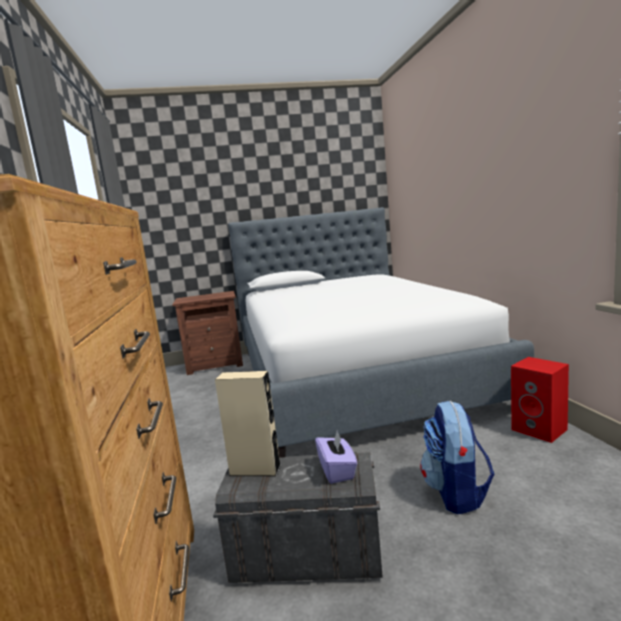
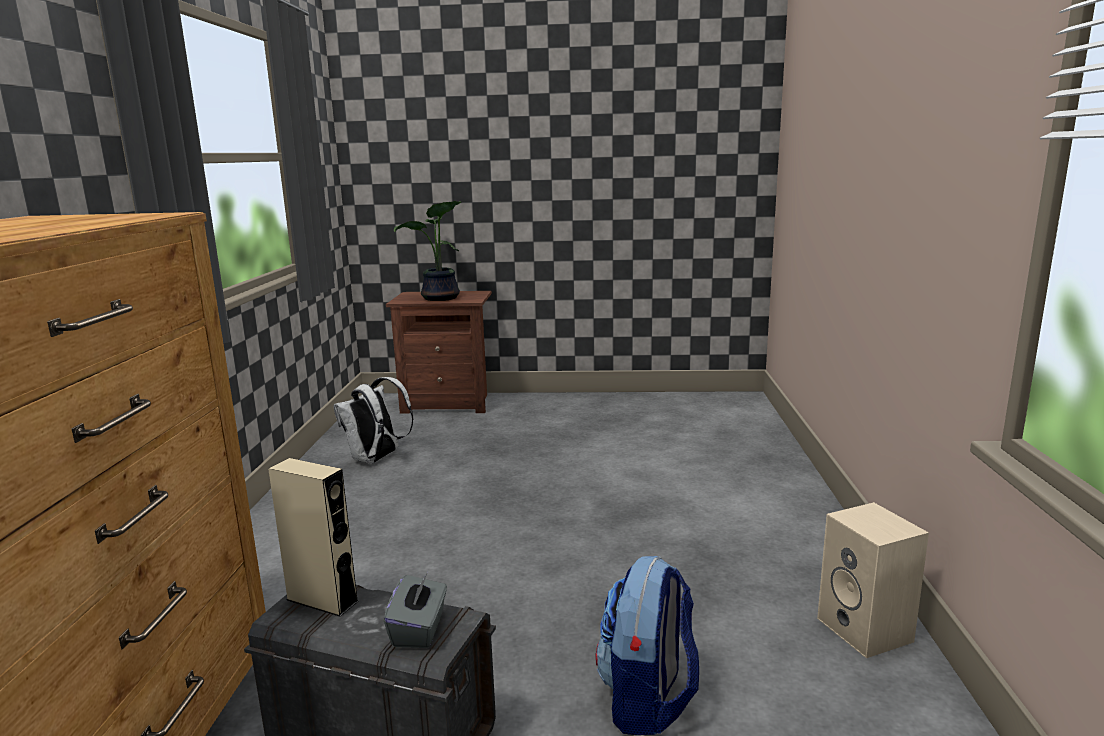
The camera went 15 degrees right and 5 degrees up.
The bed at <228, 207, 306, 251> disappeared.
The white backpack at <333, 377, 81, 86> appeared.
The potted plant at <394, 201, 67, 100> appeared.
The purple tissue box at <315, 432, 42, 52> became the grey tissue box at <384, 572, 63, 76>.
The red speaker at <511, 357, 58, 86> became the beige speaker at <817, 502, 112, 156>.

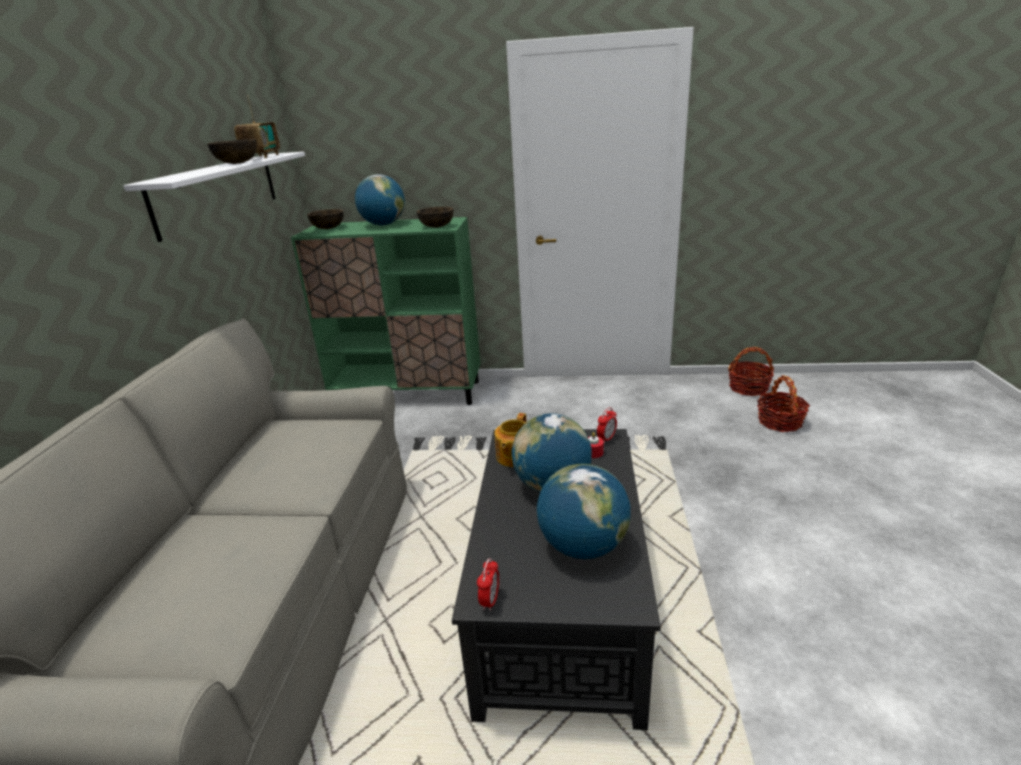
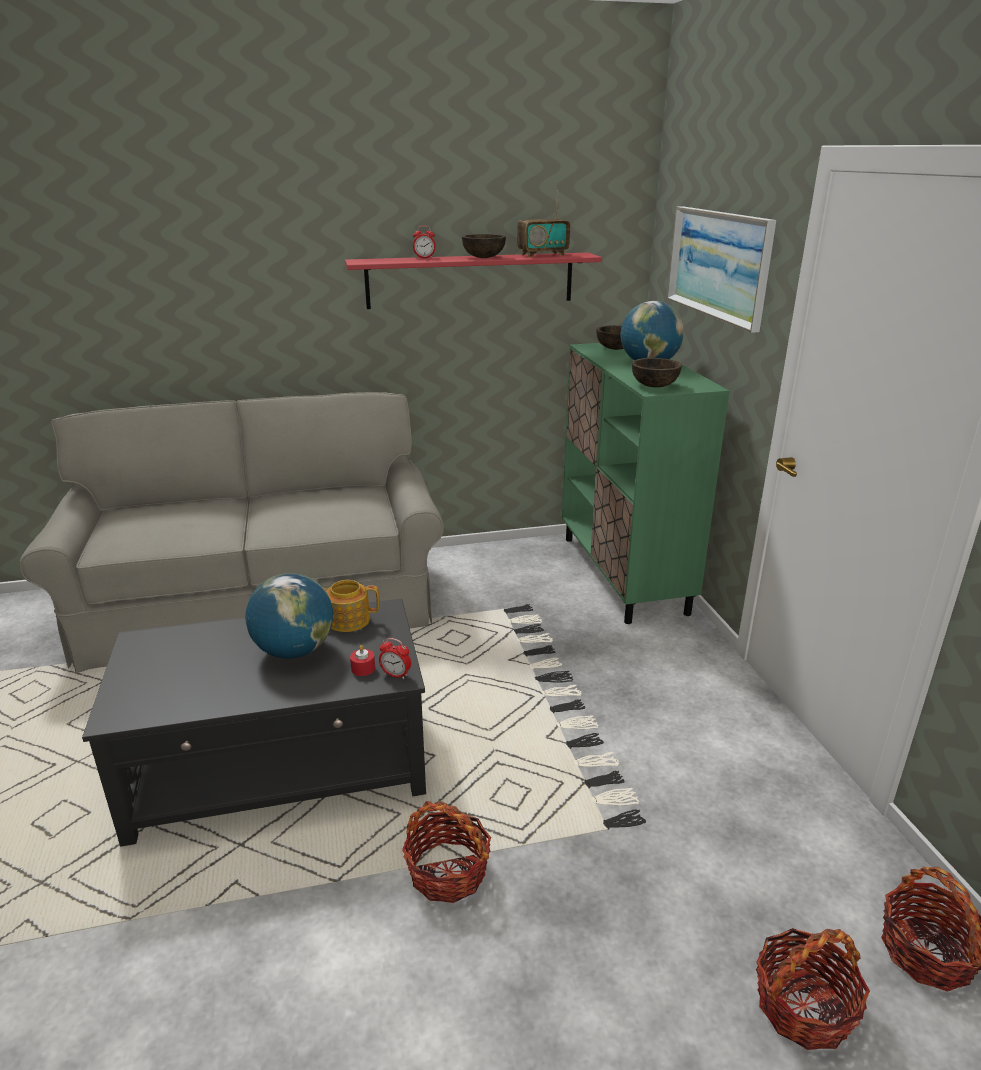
The camera went 70 degrees right and 0 degrees up.
The globe at <537, 464, 94, 95> disappeared.
The basket at <402, 801, 89, 102> appeared.
The picture at <667, 206, 109, 127> appeared.
The alarm clock moved from <477, 558, 22, 53> to <413, 226, 23, 32>.
The white shelf at <123, 152, 182, 90> became the red shelf at <345, 253, 257, 56>.

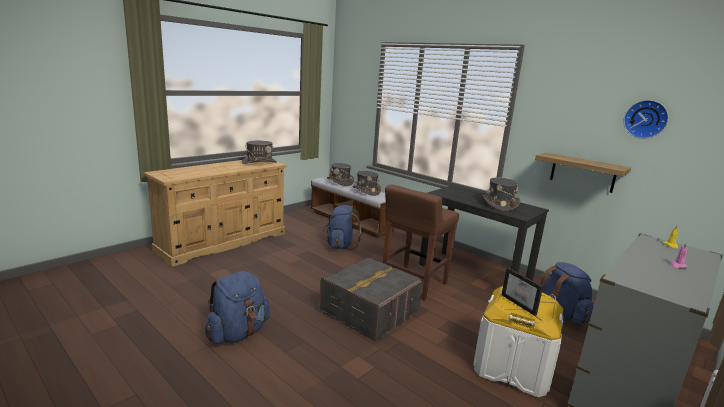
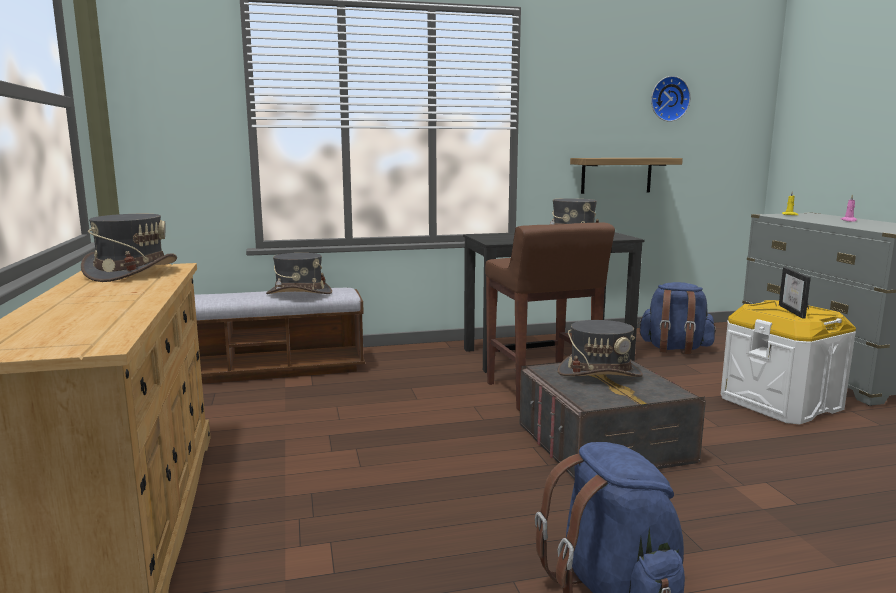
The camera went 55 degrees left and 5 degrees down.
The blue backpack at <324, 205, 38, 45> disappeared.
The grey hat moved from <327, 163, 27, 23> to <557, 320, 86, 57>.
The picture frame at <502, 268, 41, 48> turned 90 degrees clockwise.

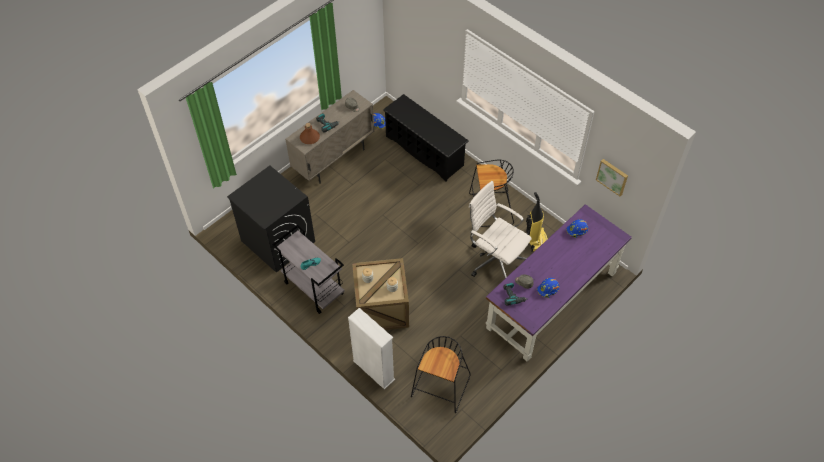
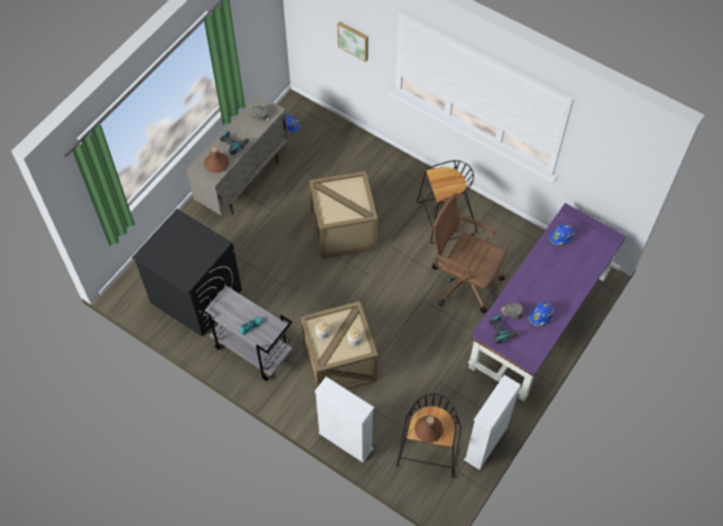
The camera went 10 degrees left and 5 degrees up.
The black shoe rack at <383, 94, 86, 88> disappeared.
The vacuum cleaner at <526, 192, 22, 60> disappeared.
The crate at <309, 171, 69, 88> appeared.
The brown bottle at <415, 416, 28, 27> appeared.
The white bookcase at <464, 375, 57, 95> appeared.
The picture moved from <596, 159, 32, 37> to <337, 22, 31, 40>.
The white office chair at <469, 181, 63, 97> became the brown office chair at <432, 193, 75, 120>.

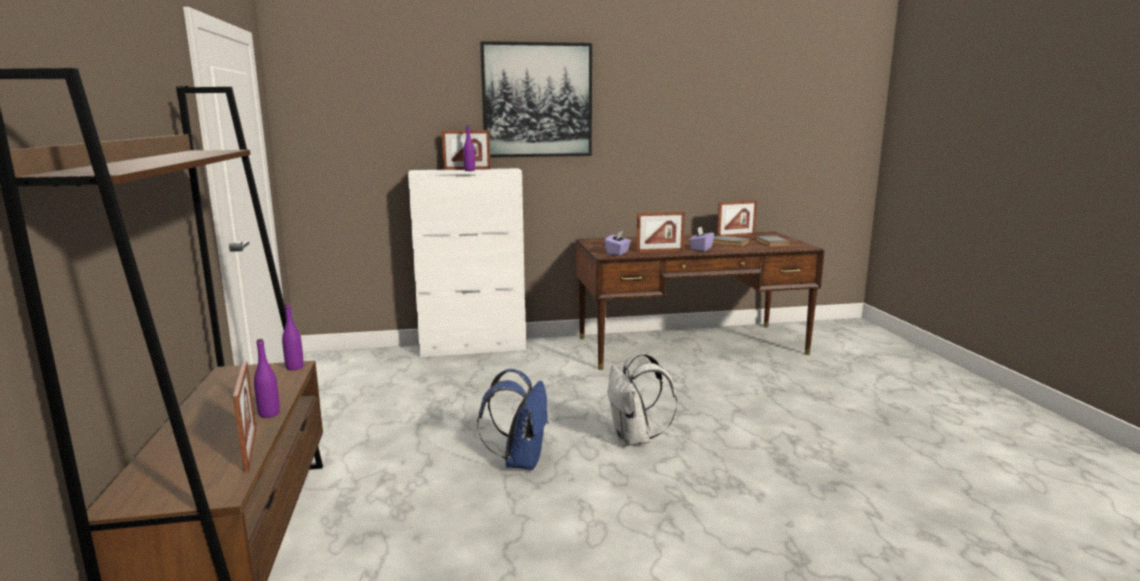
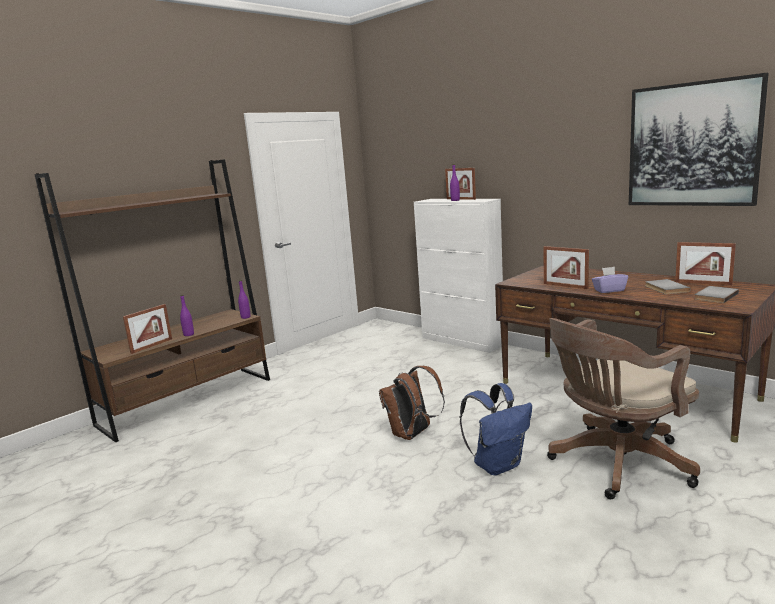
The camera went 55 degrees right and 0 degrees up.
The purple tissue box at <604, 230, 27, 26> disappeared.
The brown office chair at <547, 318, 153, 181> appeared.
The blue backpack moved from <477, 369, 71, 101> to <460, 383, 72, 93>.
The picture moved from <480, 41, 112, 117> to <629, 73, 140, 133>.
The white backpack at <607, 353, 70, 93> became the brown backpack at <379, 366, 66, 74>.

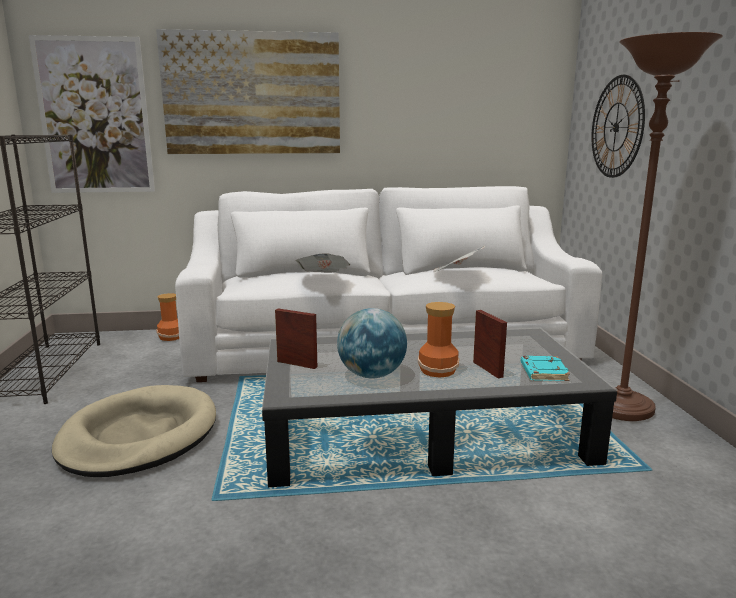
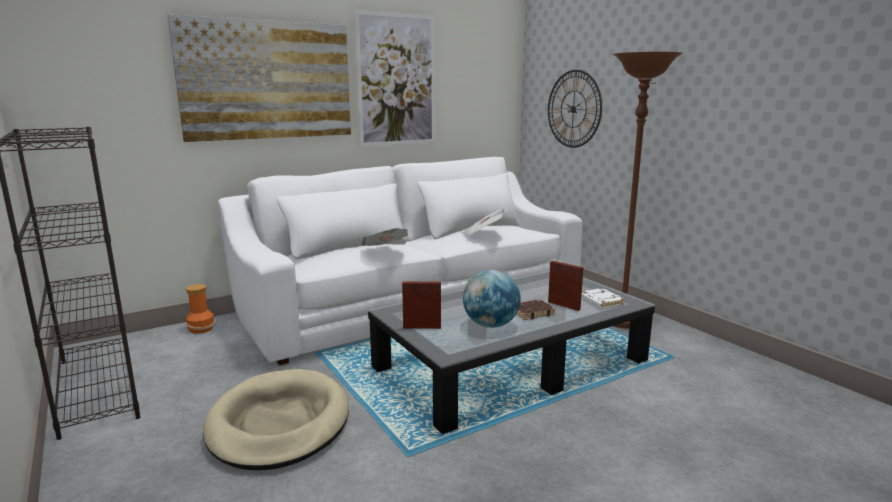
The camera went 25 degrees left and 0 degrees up.
The picture moved from <29, 35, 126, 158> to <354, 10, 81, 137>.
The vase at <418, 302, 41, 75> was replaced by the brown book at <517, 299, 39, 21>.
The turquoise book at <521, 356, 49, 25> became the white book at <581, 288, 43, 20>.

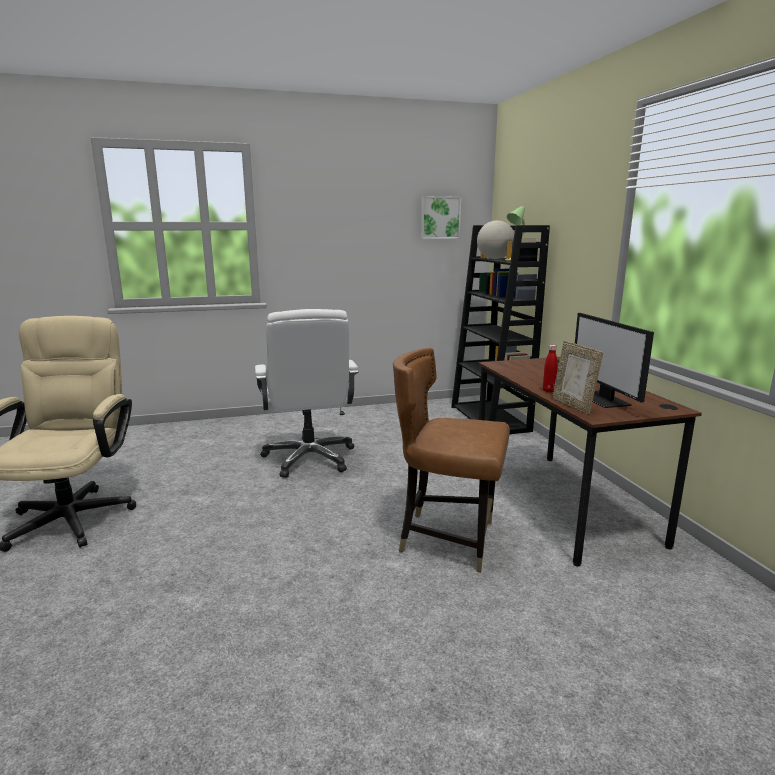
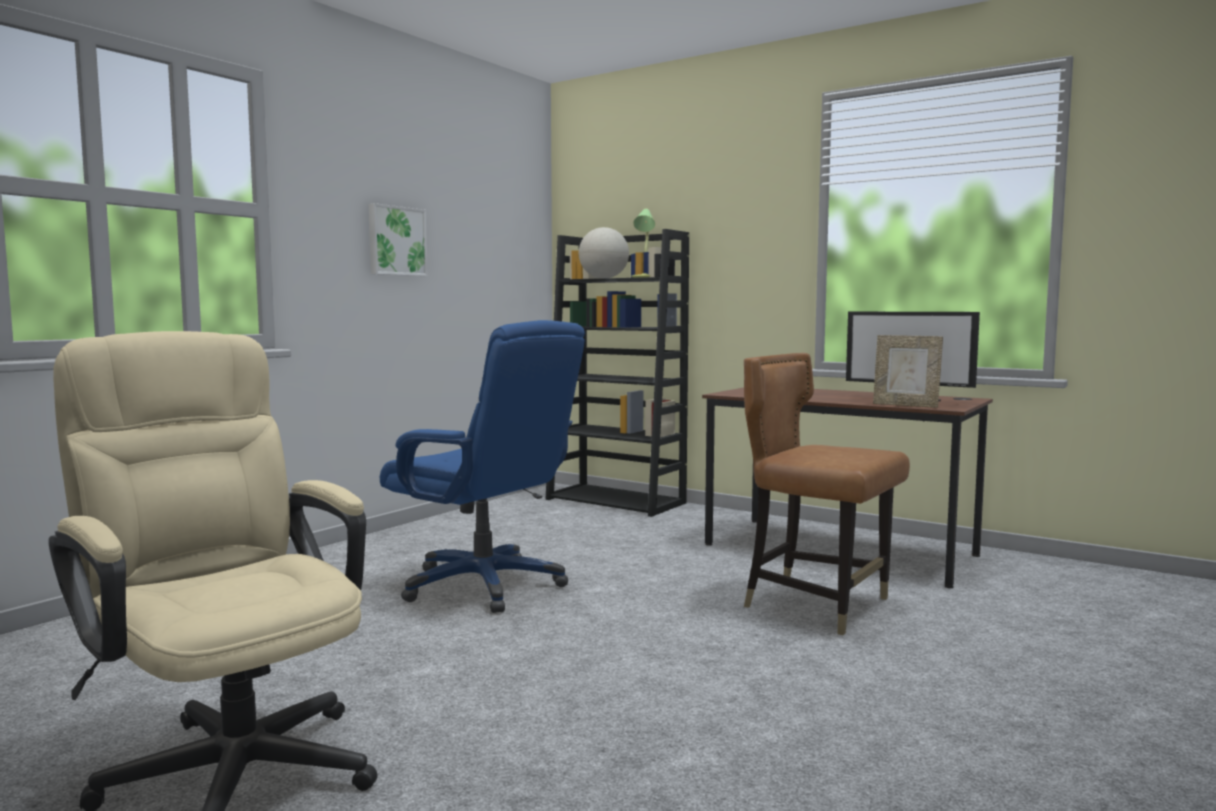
The camera went 40 degrees left and 10 degrees down.
The red bottle at <543, 345, 15, 48> disappeared.
The picture moved from <421, 196, 40, 43> to <369, 203, 59, 73>.
The white office chair at <255, 309, 104, 169> became the blue office chair at <380, 320, 205, 293>.
The brown chair at <393, 348, 117, 224> turned 60 degrees clockwise.

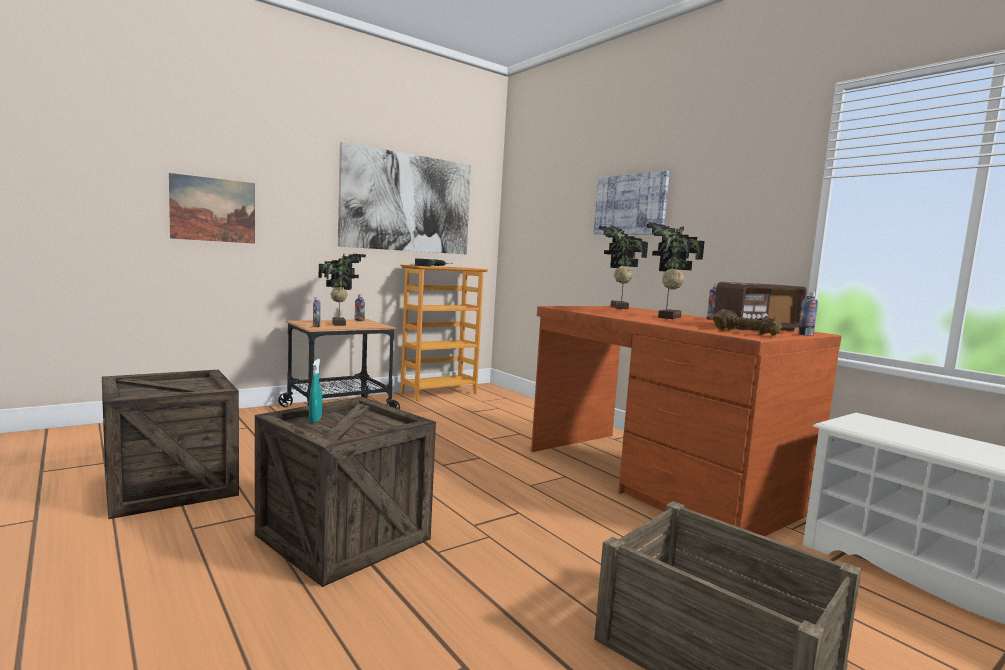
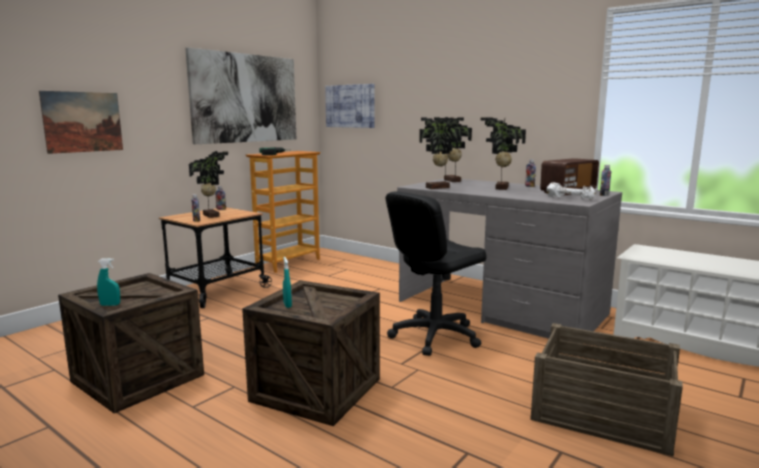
The camera went 15 degrees left and 5 degrees up.
The turquoise spray bottle at <97, 258, 23, 48> appeared.
The black office chair at <386, 192, 101, 164> appeared.
The potted plant at <419, 118, 45, 71> appeared.
The picture moved from <593, 171, 76, 64> to <325, 84, 50, 44>.
The brown desk at <531, 306, 310, 230> became the grey desk at <397, 179, 225, 164>.
The brown dumbbell at <713, 309, 69, 27> became the white dumbbell at <546, 182, 49, 18>.

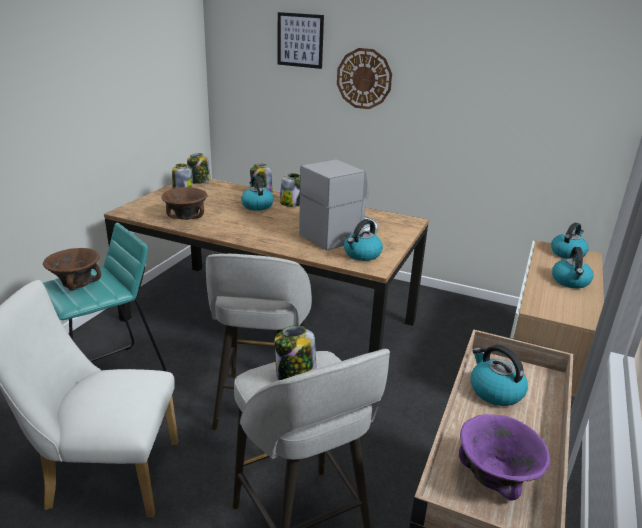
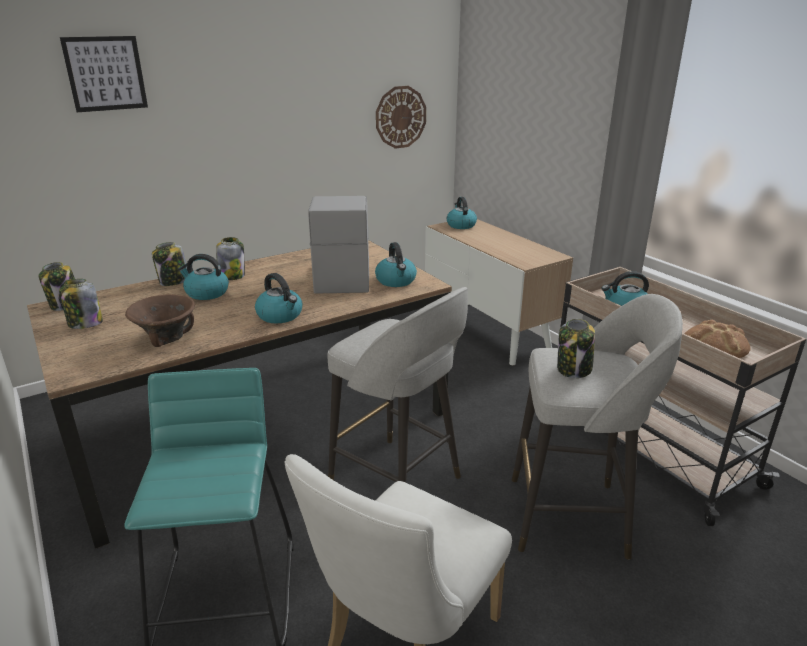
The camera went 55 degrees left and 0 degrees up.
The brown bowl at <43, 248, 58, 42> disappeared.
The wall clock moved from <337, 48, 55, 61> to <376, 86, 50, 63>.
The kettle moved from <552, 247, 42, 41> to <255, 273, 47, 50>.
The purple bowl at <459, 414, 91, 86> was replaced by the bread at <684, 319, 67, 39>.

